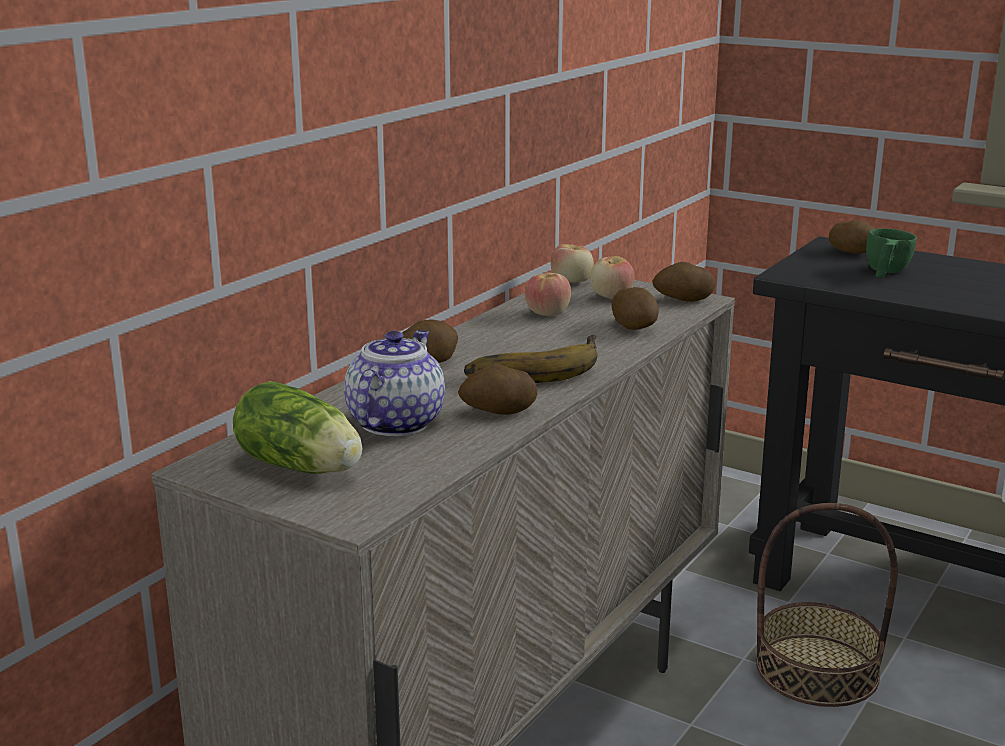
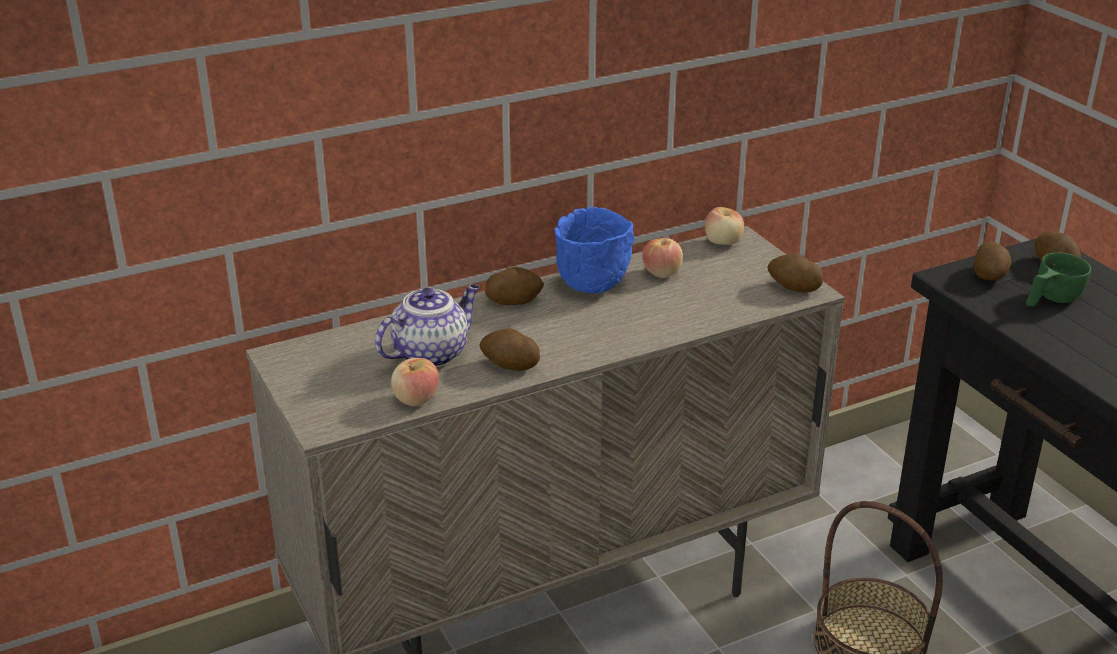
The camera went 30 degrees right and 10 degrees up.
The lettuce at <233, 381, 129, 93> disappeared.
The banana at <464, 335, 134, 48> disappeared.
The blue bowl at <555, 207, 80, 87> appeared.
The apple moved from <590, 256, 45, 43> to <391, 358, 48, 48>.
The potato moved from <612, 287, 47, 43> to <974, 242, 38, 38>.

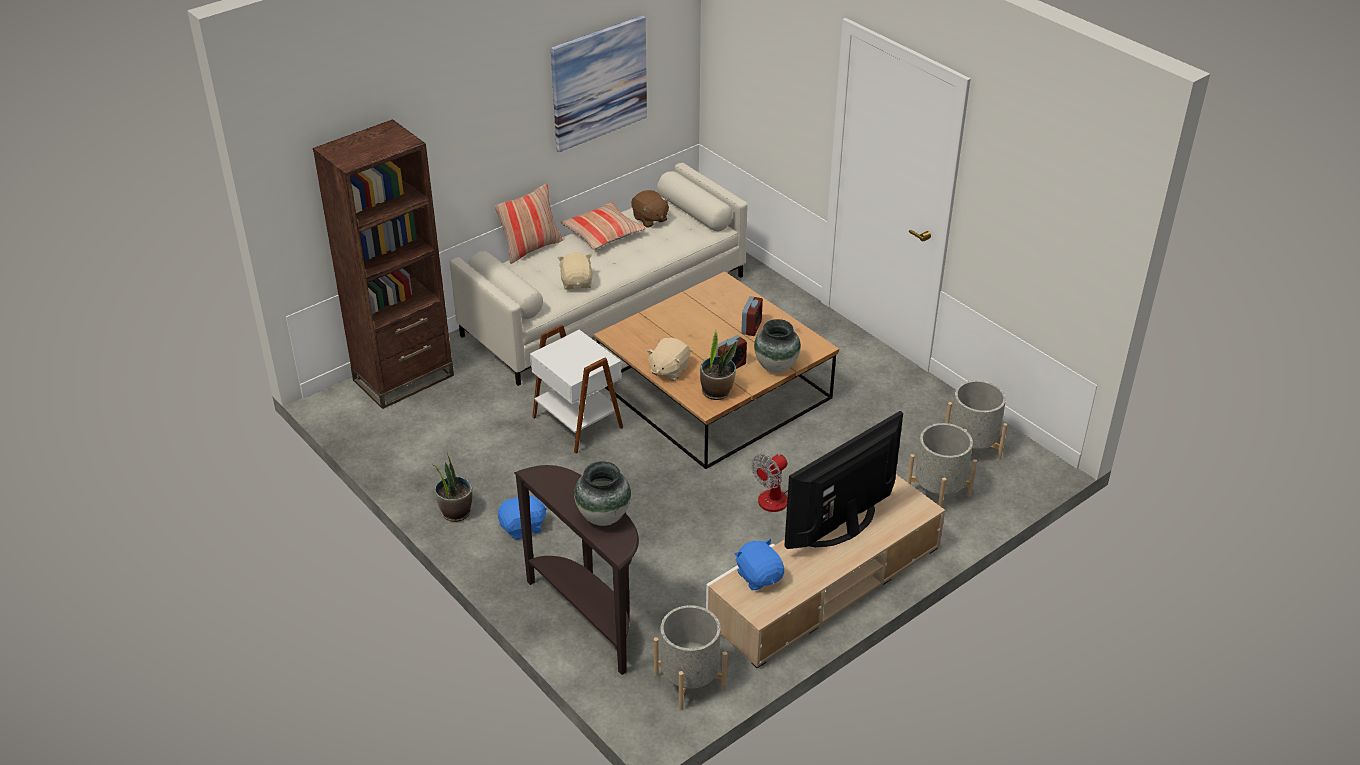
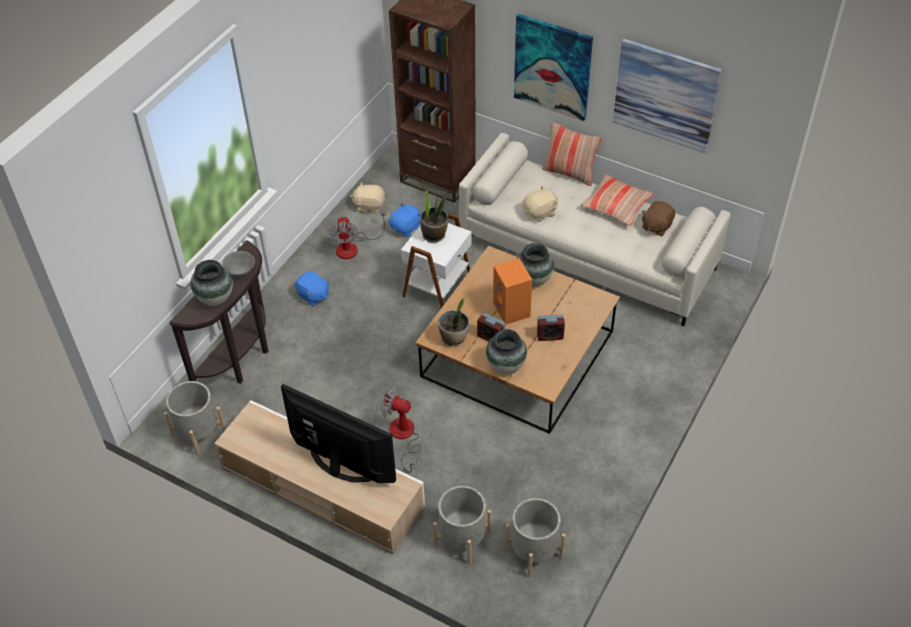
The camera went 70 degrees right and 10 degrees up.
The grey bowl at <222, 251, 33, 27> appeared.
The fan at <330, 210, 56, 49> appeared.
The orange speaker at <493, 258, 39, 67> appeared.
The picture at <514, 14, 79, 107> appeared.
The vase at <517, 243, 37, 43> appeared.
The potted plant moved from <434, 453, 38, 69> to <420, 189, 28, 54>.
The beige plush toy moved from <647, 338, 43, 43> to <350, 182, 35, 31>.
The blue plush toy moved from <734, 539, 50, 51> to <389, 203, 32, 34>.

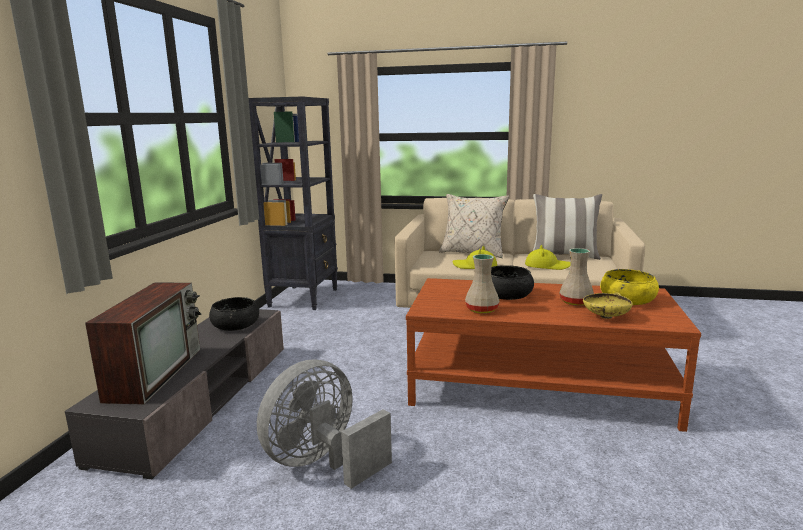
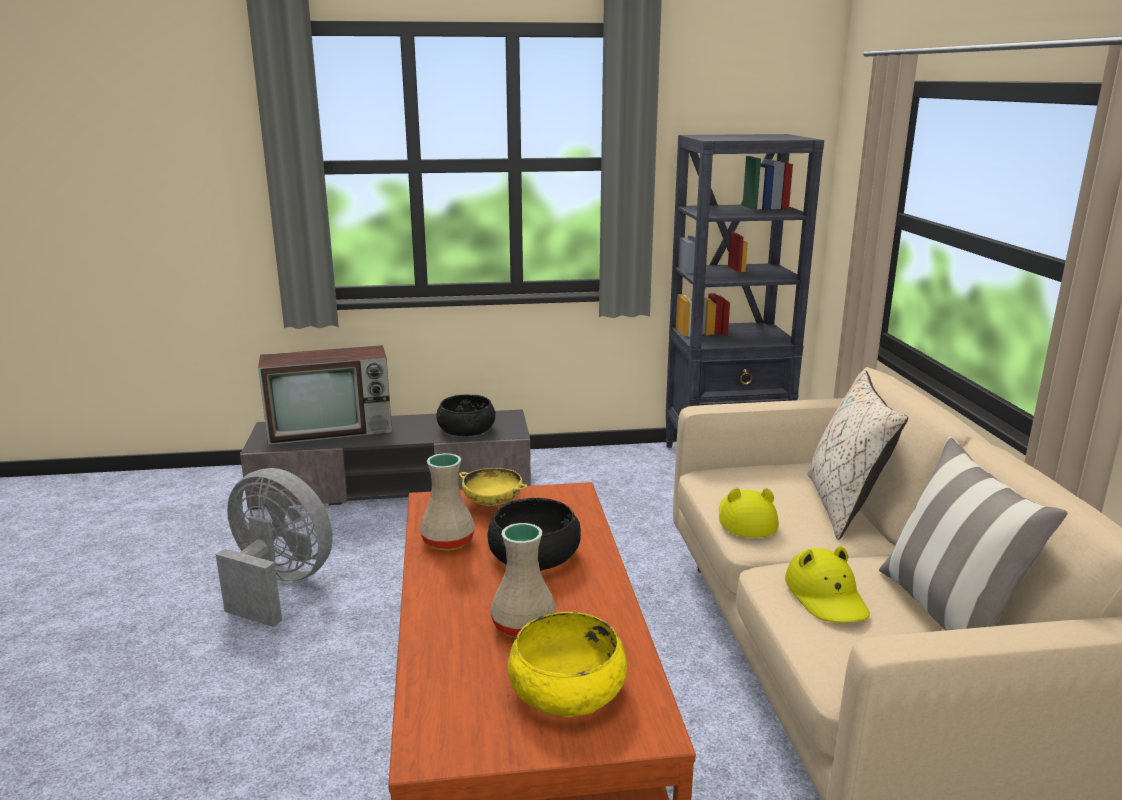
The camera went 70 degrees right and 5 degrees up.
The yellow bowl moved from <583, 292, 50, 27> to <459, 468, 69, 39>.

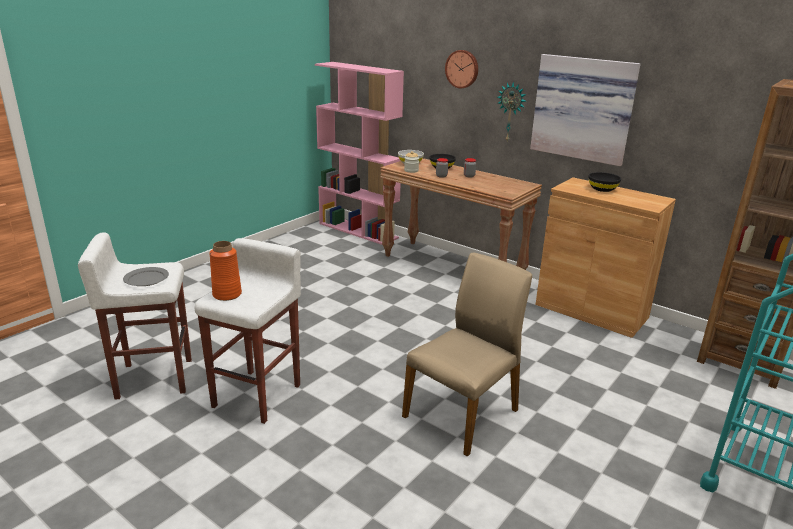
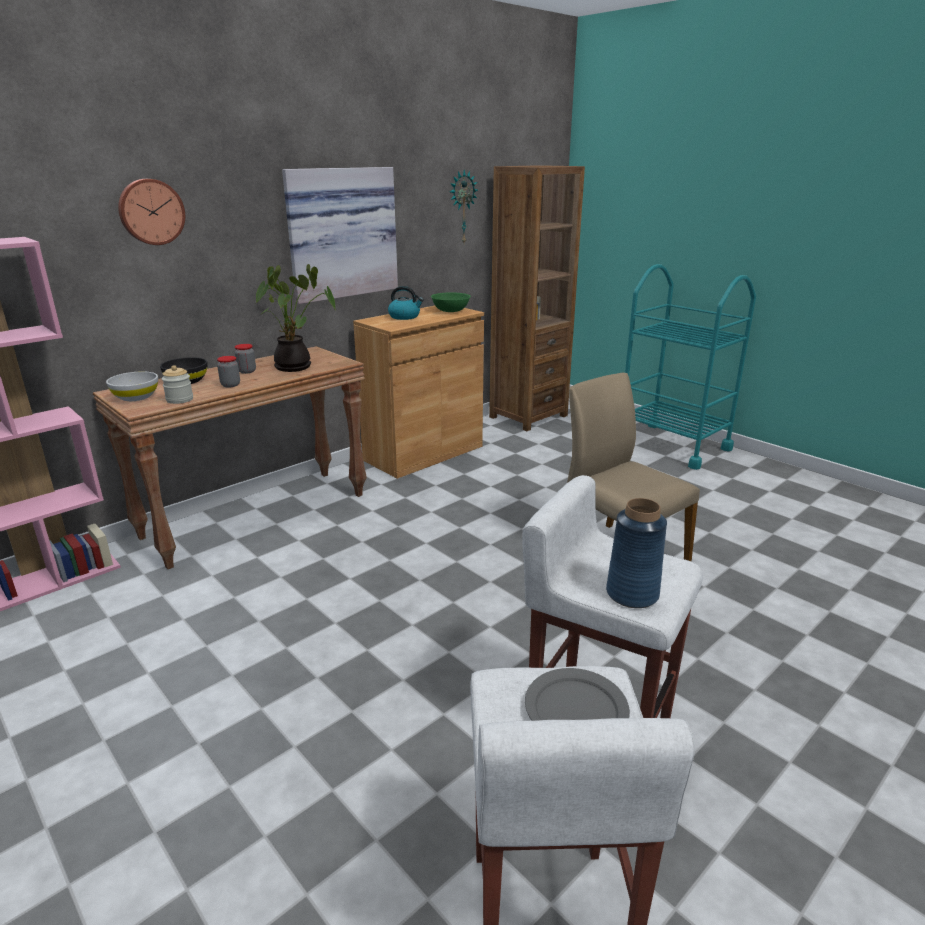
The camera went 80 degrees left and 0 degrees up.
The potted plant at <255, 264, 81, 108> appeared.
The green bowl at <431, 292, 40, 20> appeared.
The wall clock moved from <497, 82, 29, 59> to <449, 170, 29, 73>.
The black bowl at <588, 172, 33, 20> was replaced by the kettle at <388, 286, 36, 34>.
The orange vase at <209, 241, 33, 60> became the blue vase at <606, 498, 61, 110>.

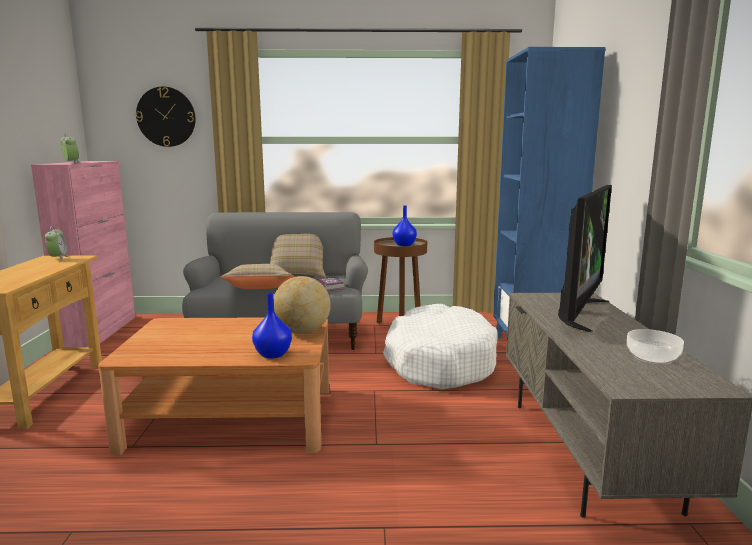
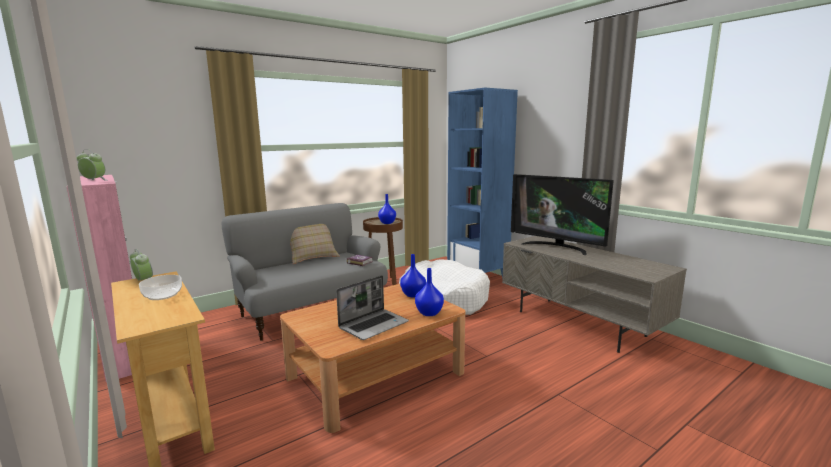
The camera went 35 degrees left and 0 degrees up.
The wall clock at <136, 87, 60, 60> disappeared.
The beige pillow at <220, 264, 73, 25> disappeared.
The laptop at <336, 275, 73, 65> appeared.
The bowl moved from <627, 329, 57, 36> to <139, 275, 43, 25>.
The globe at <273, 276, 58, 58> was replaced by the blue vase at <400, 254, 26, 43>.
The television at <558, 185, 54, 147> turned 135 degrees clockwise.

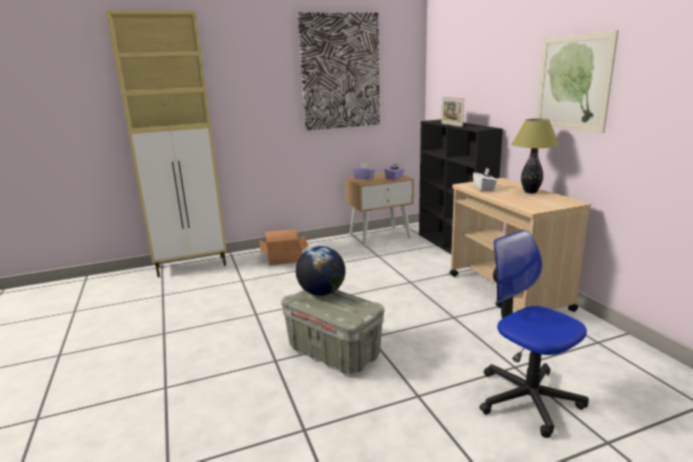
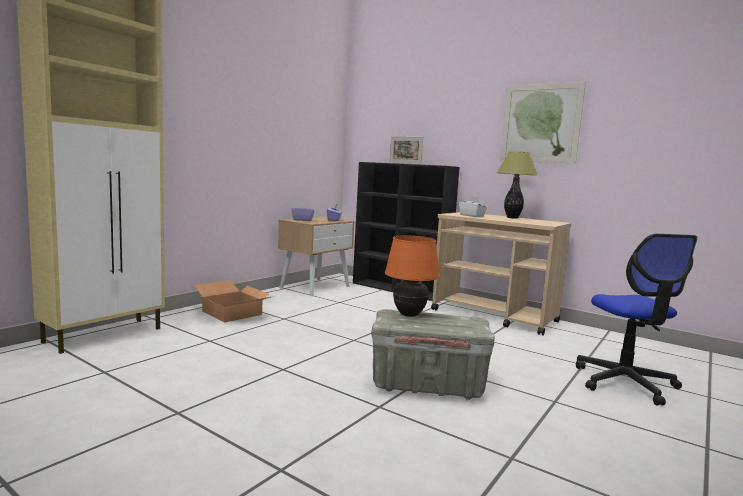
The camera went 35 degrees left and 10 degrees down.
The picture at <297, 12, 83, 118> disappeared.
The globe at <296, 246, 49, 50> was replaced by the orange table lamp at <385, 235, 55, 82>.
The office chair at <480, 230, 109, 208> turned 120 degrees counterclockwise.

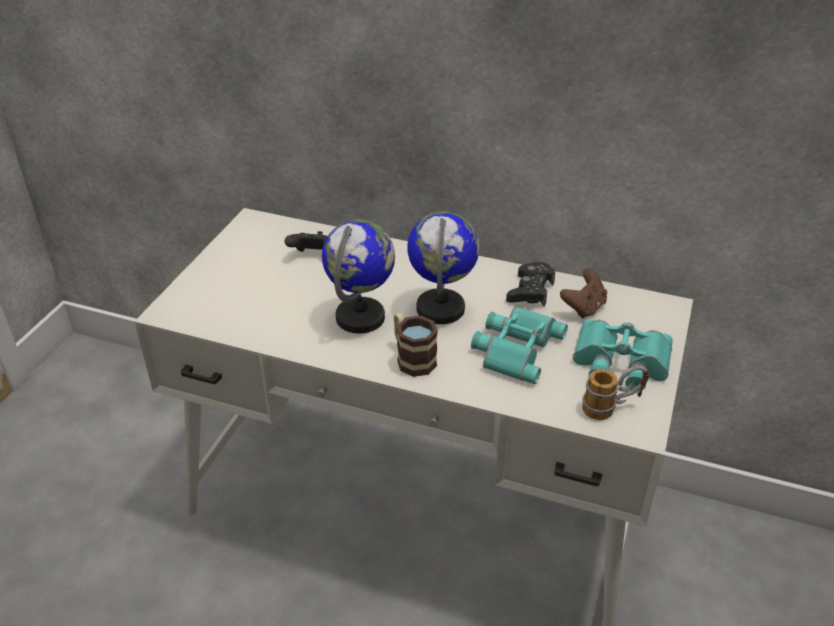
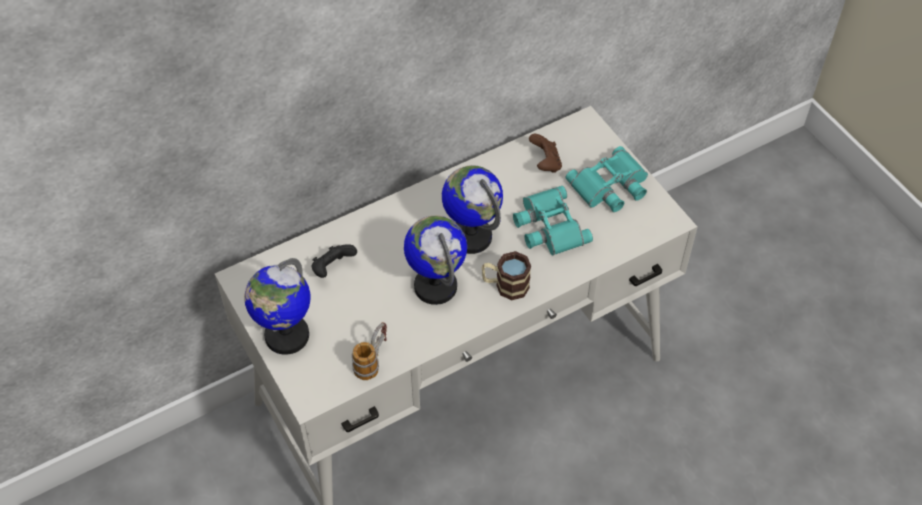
The camera went 50 degrees left and 15 degrees up.
The black game controller at <506, 262, 50, 45> disappeared.
The globe at <244, 258, 67, 97> appeared.
The mug moved from <582, 366, 68, 54> to <352, 322, 35, 58>.

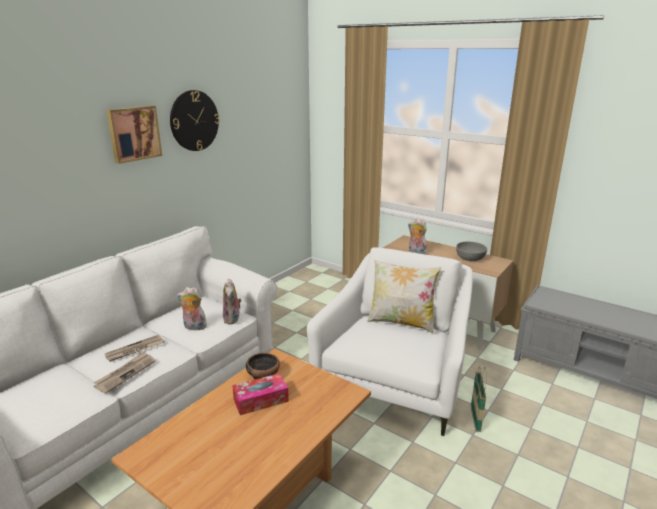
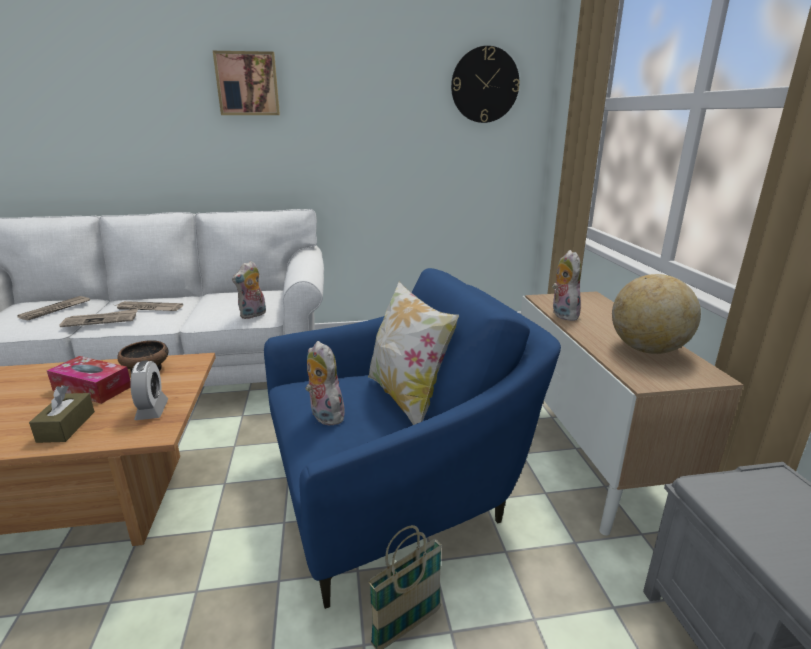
The camera went 45 degrees right and 0 degrees up.
The newspaper at <17, 296, 73, 24> appeared.
The brown tissue box at <29, 385, 66, 58> appeared.
The alarm clock at <130, 361, 38, 59> appeared.
The wall clock moved from <170, 90, 50, 61> to <451, 46, 69, 77>.
The plush toy moved from <177, 287, 30, 43> to <305, 341, 40, 85>.
The grey bowl at <456, 241, 31, 20> was replaced by the globe at <612, 274, 89, 80>.
The white armchair at <307, 247, 166, 189> became the blue armchair at <264, 268, 297, 341>.

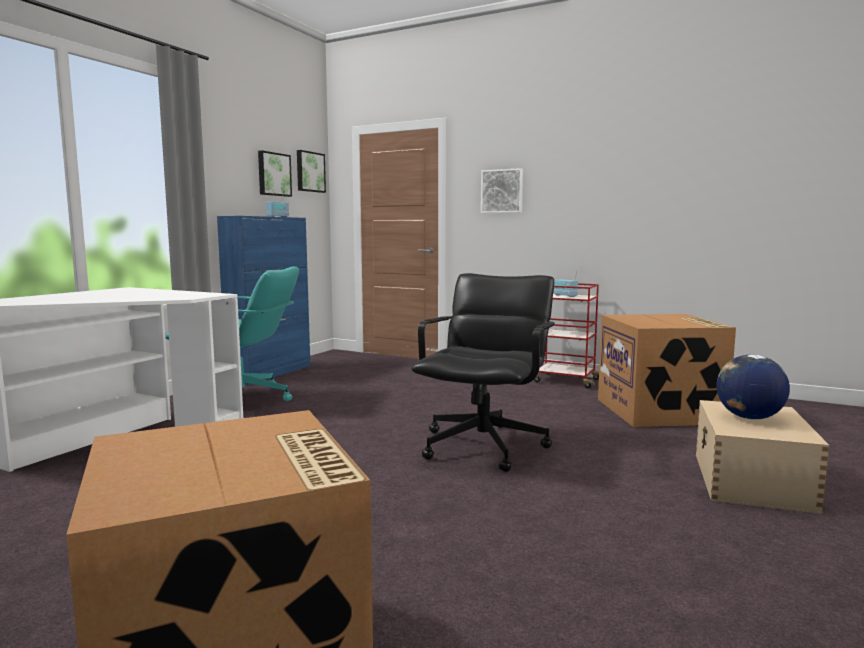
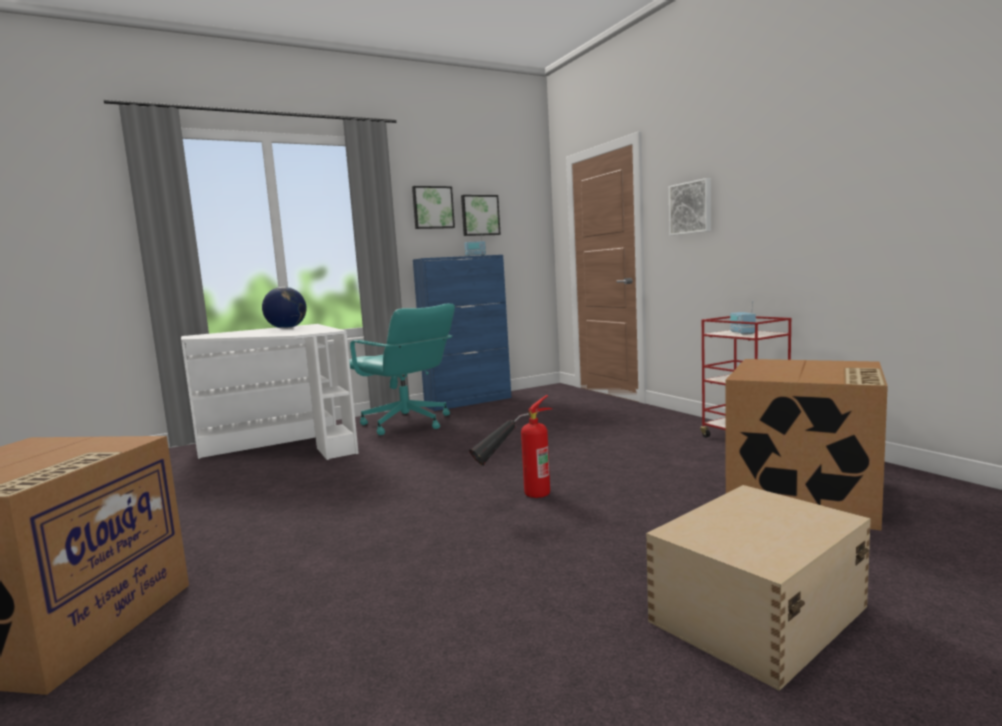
The camera went 35 degrees right and 0 degrees up.
The picture moved from <297, 150, 29, 43> to <412, 186, 43, 43>.
The globe moved from <717, 354, 73, 66> to <262, 287, 45, 42>.
The black office chair at <411, 273, 144, 199> was replaced by the fire extinguisher at <469, 395, 83, 103>.

